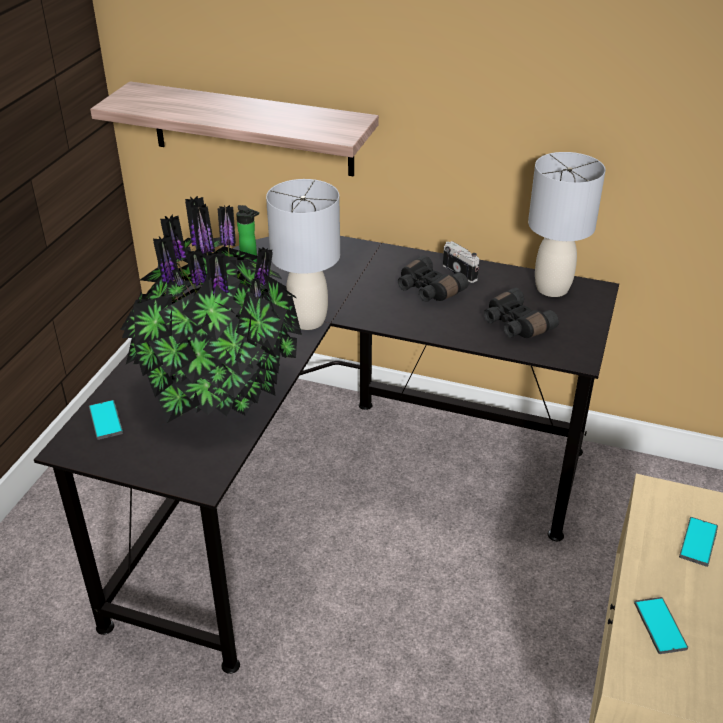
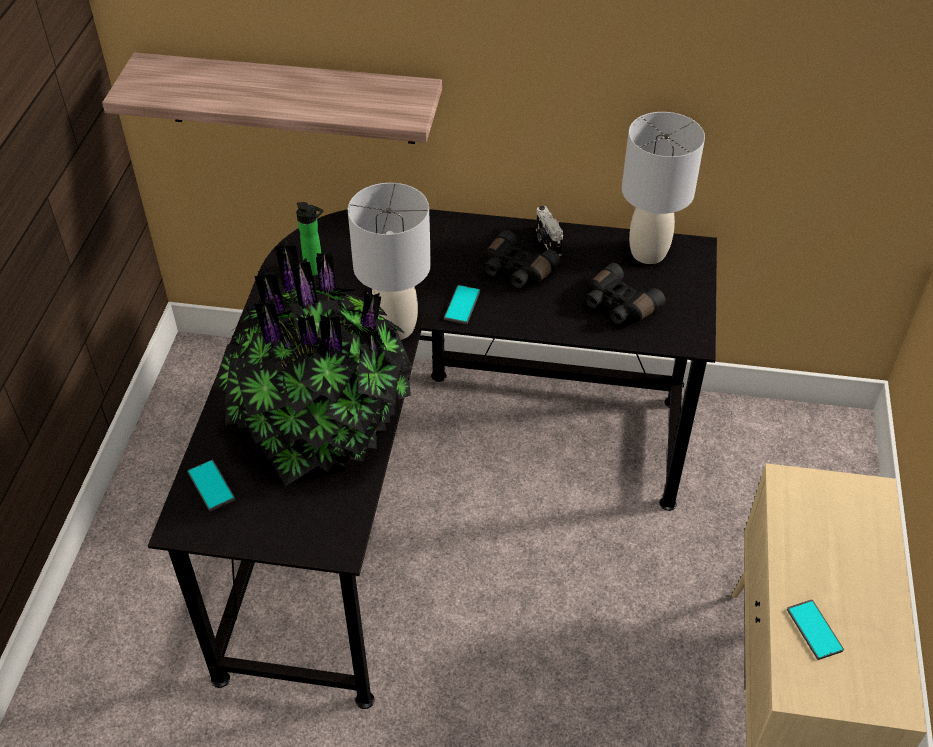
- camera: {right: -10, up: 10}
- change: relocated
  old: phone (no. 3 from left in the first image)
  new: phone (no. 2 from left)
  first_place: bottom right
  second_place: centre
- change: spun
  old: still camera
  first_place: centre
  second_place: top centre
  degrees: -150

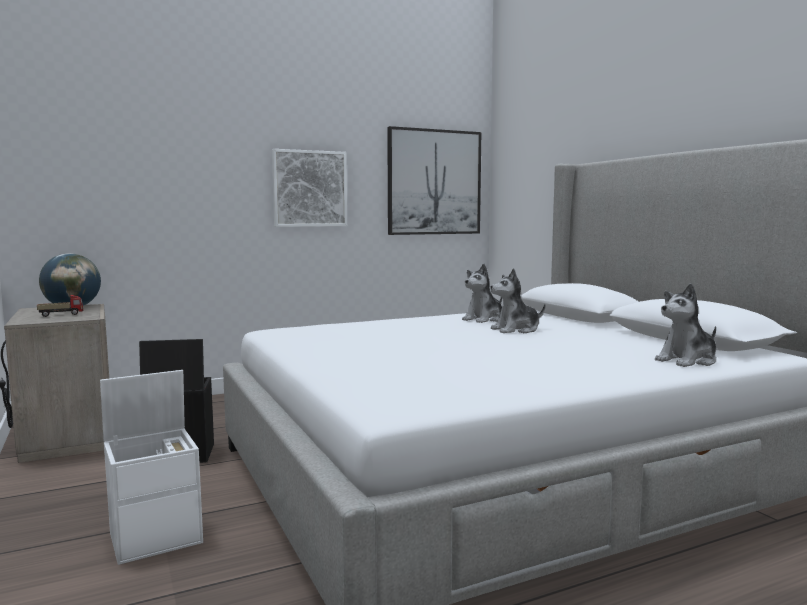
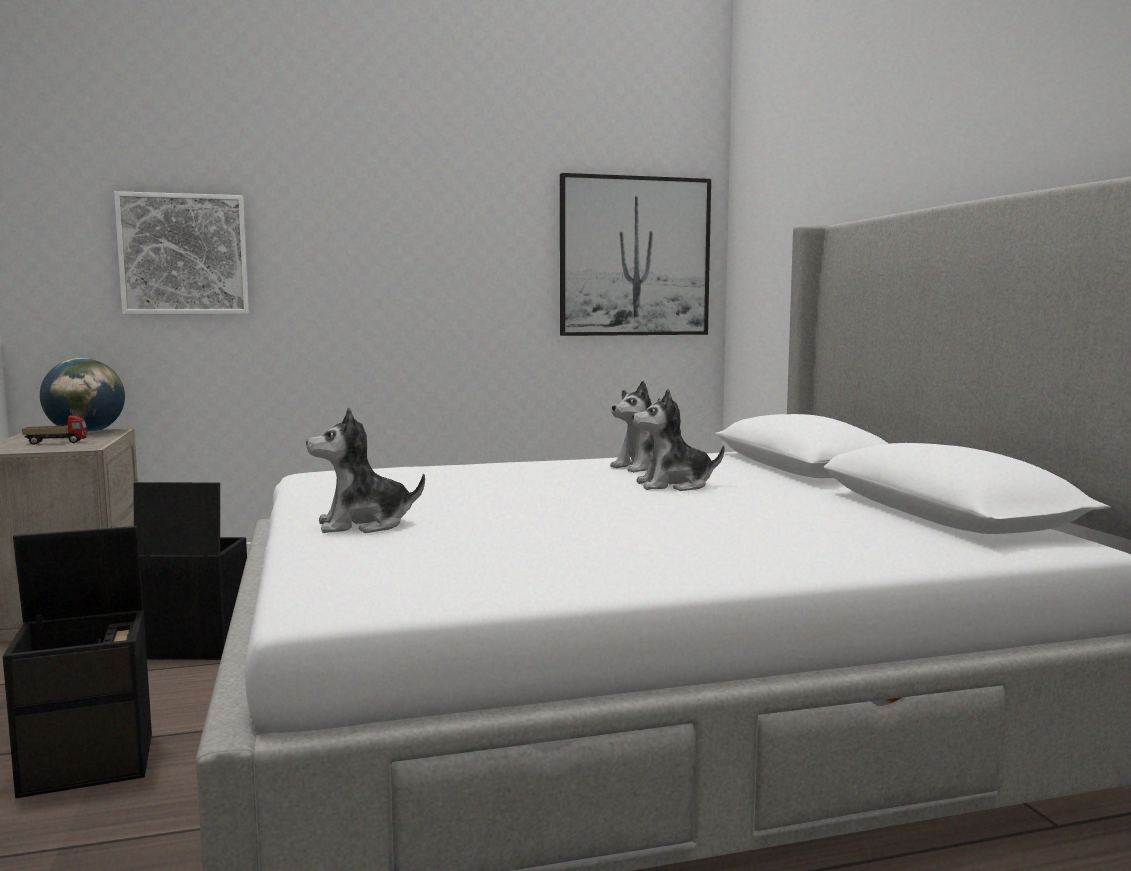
- camera: {right: 10, up: 0}
- change: colour
  old: storage bin (white)
  new: storage bin (blackish) (no. 1 from left)
  first_place: bottom left
  second_place: bottom left
- change: relocated
  old: picture (no. 1 from left)
  first_place: top centre
  second_place: top left
- change: relocated
  old: soft toy (no. 3 from left in the first image)
  new: soft toy (no. 1 from left)
  first_place: middle right
  second_place: middle left

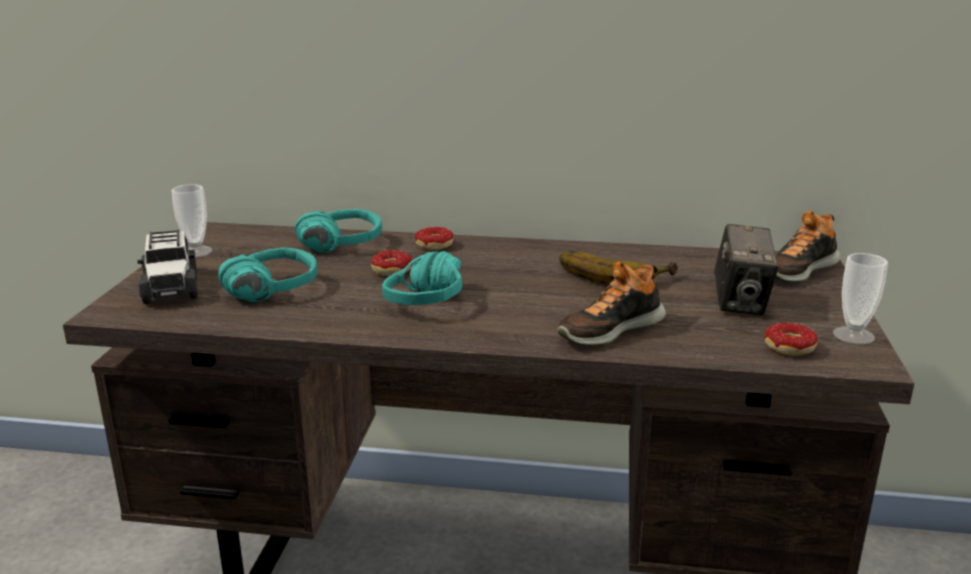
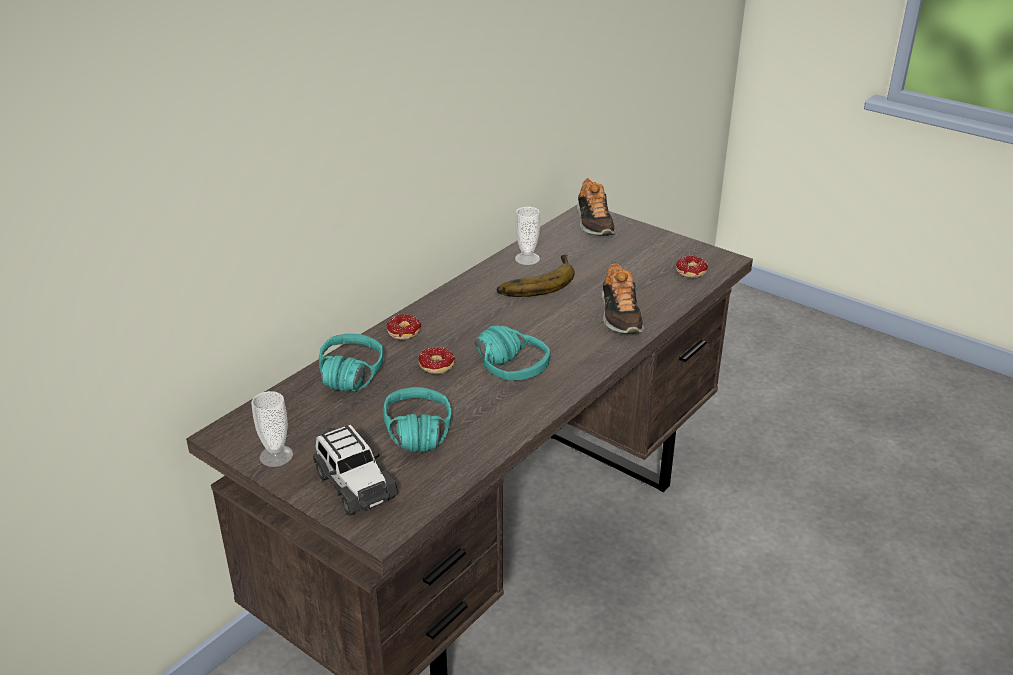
- camera: {right: -60, up: 10}
- change: spun
  old: model car
  first_place: middle left
  second_place: bottom centre
  degrees: 45
- change: relocated
  old: drinking cup (no. 2 from left)
  first_place: middle right
  second_place: centre
- change: missing
  old: still camera
  first_place: middle right

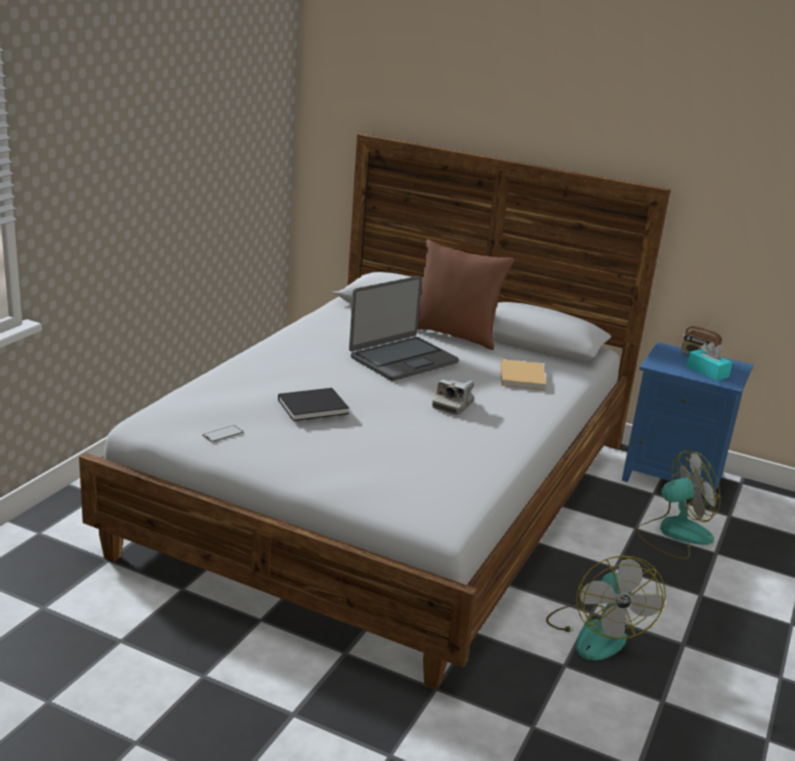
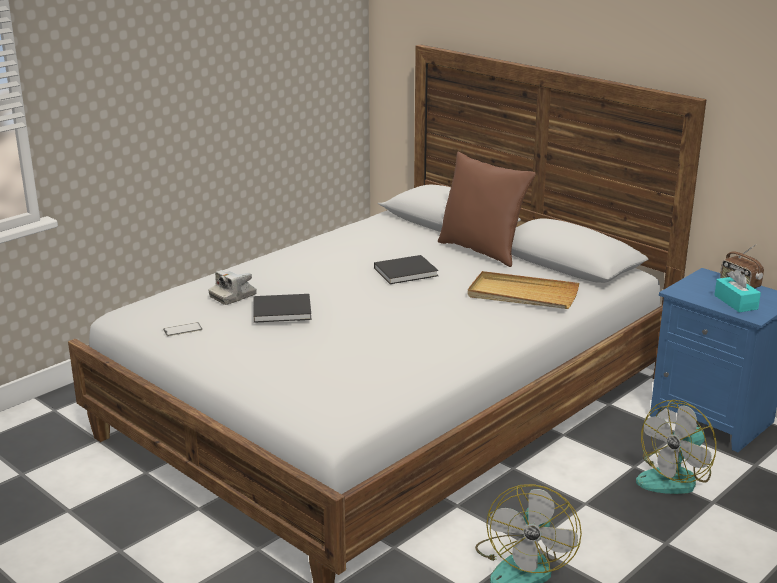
- camera: {right: 20, up: 0}
- change: relocated
  old: still camera
  first_place: centre
  second_place: middle left
- change: exchanged
  old: laptop
  new: bound book (blackish) (no. 2 from left)
  first_place: centre
  second_place: centre
- change: exchanged
  old: bound book (beige-coloured)
  new: carrying tray (beige-coloured)
  first_place: centre
  second_place: middle right
- change: spun
  old: fan (no. 2 from left)
  first_place: middle right
  second_place: bottom right
  degrees: 135

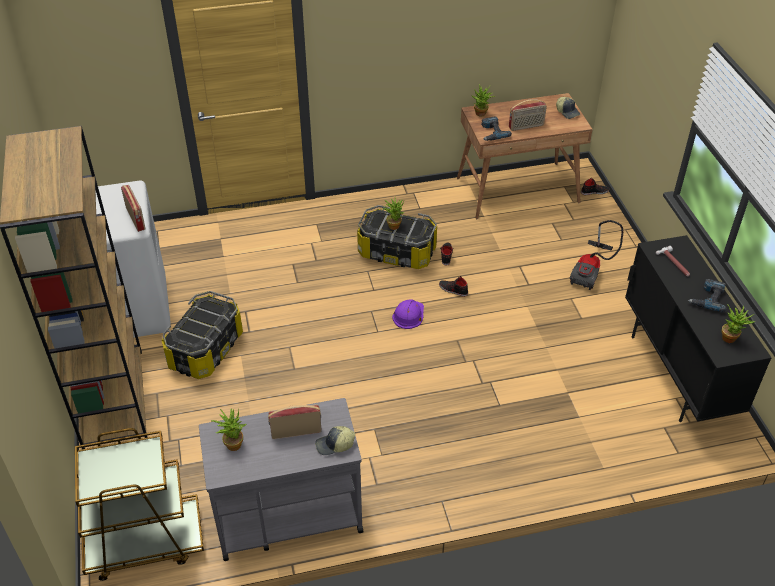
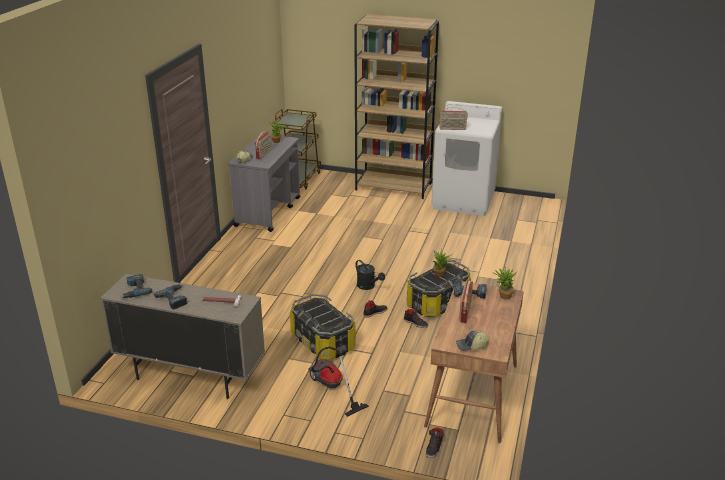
- camera: {right: 120, up: -15}
- change: colour
  old: cabinet (blackish)
  new: cabinet (beige-coloured)
  first_place: middle right
  second_place: bottom left
- change: exchanged
  old: houseplant (no. 4 from left)
  new: power drill (no. 1 from left)
  first_place: middle right
  second_place: middle left
- change: relocated
  old: storage bin (no. 1 from left)
  first_place: middle left
  second_place: bottom centre
- change: exchanged
  old: safety helmet (purplish)
  new: watering can (blackish)
  first_place: centre
  second_place: centre

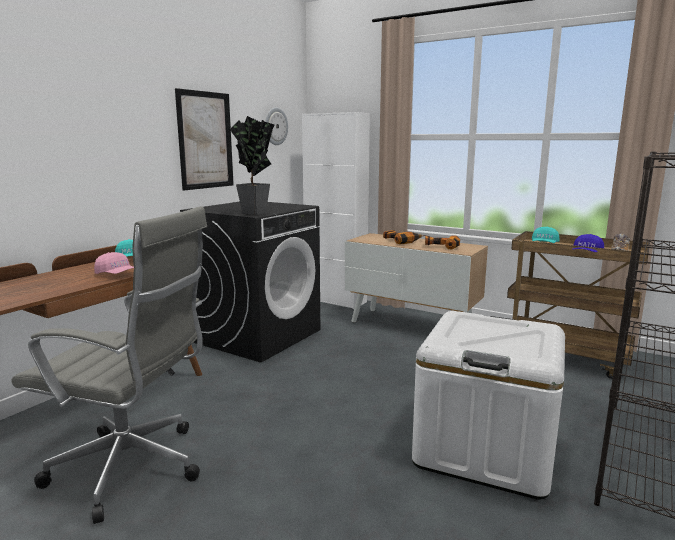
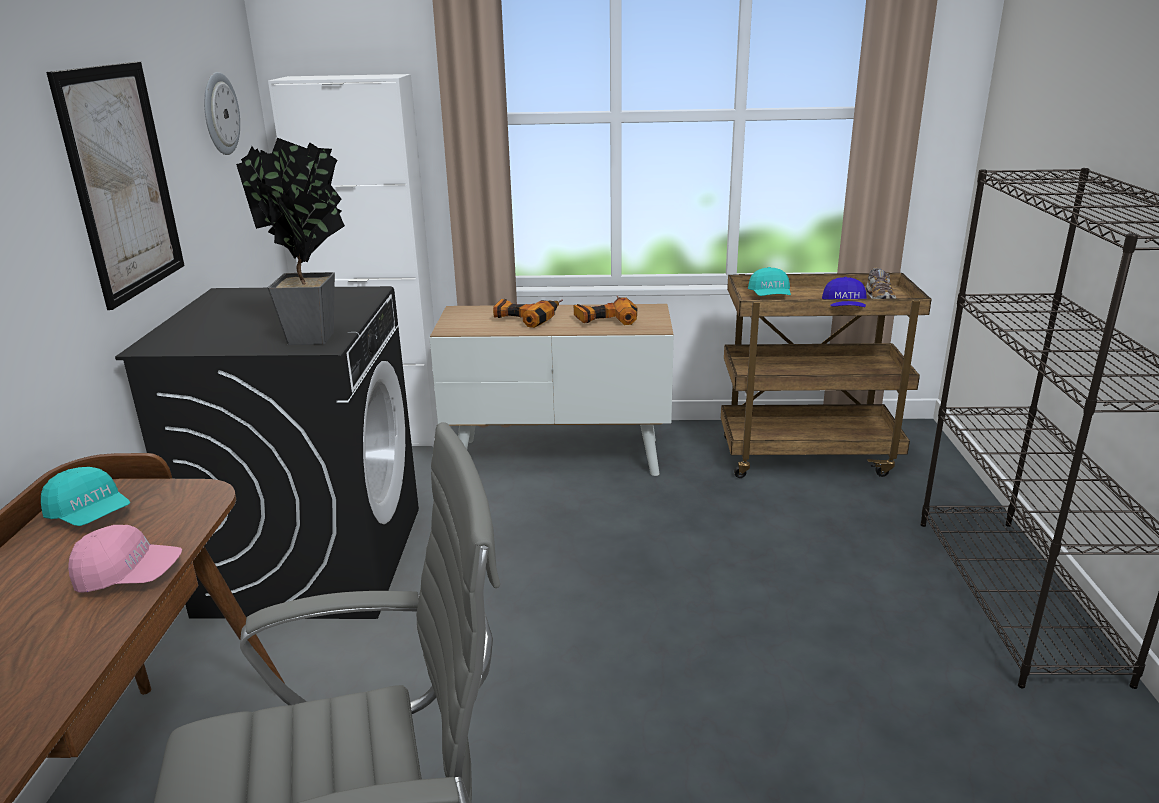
- camera: {right: -30, up: 10}
- change: missing
  old: storage bin (white)
  first_place: bottom right

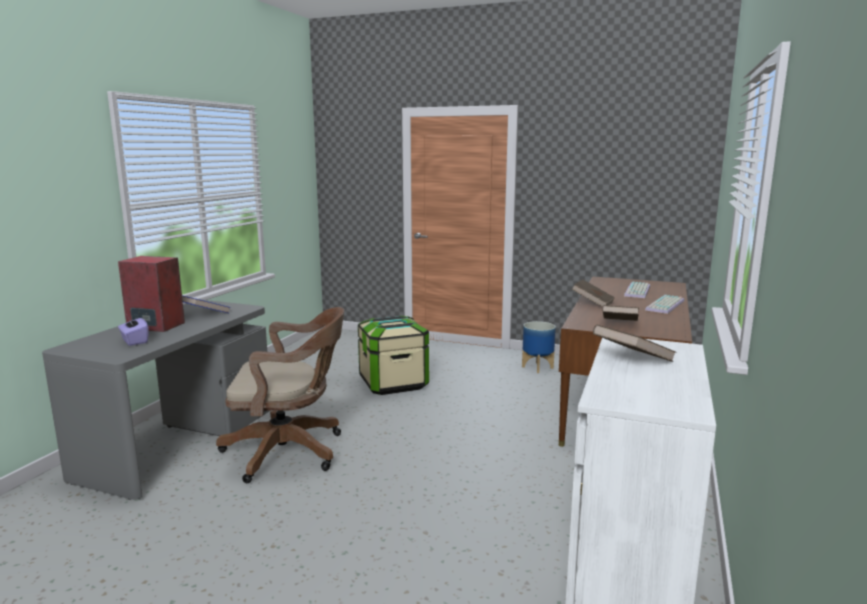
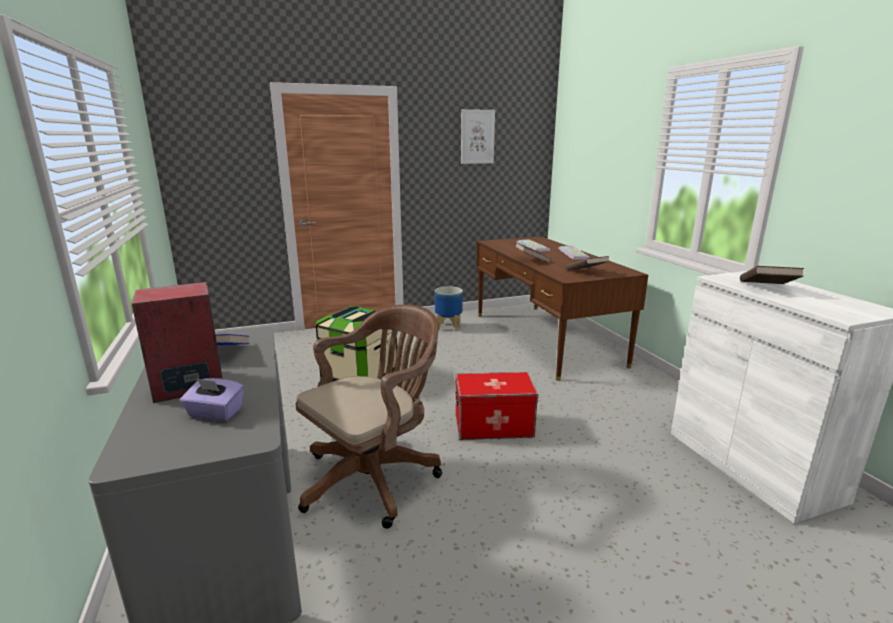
- camera: {right: -40, up: 5}
- change: appeared
  new: storage bin (no. 2 from left)
  second_place: centre
- change: appeared
  new: picture
  second_place: top centre

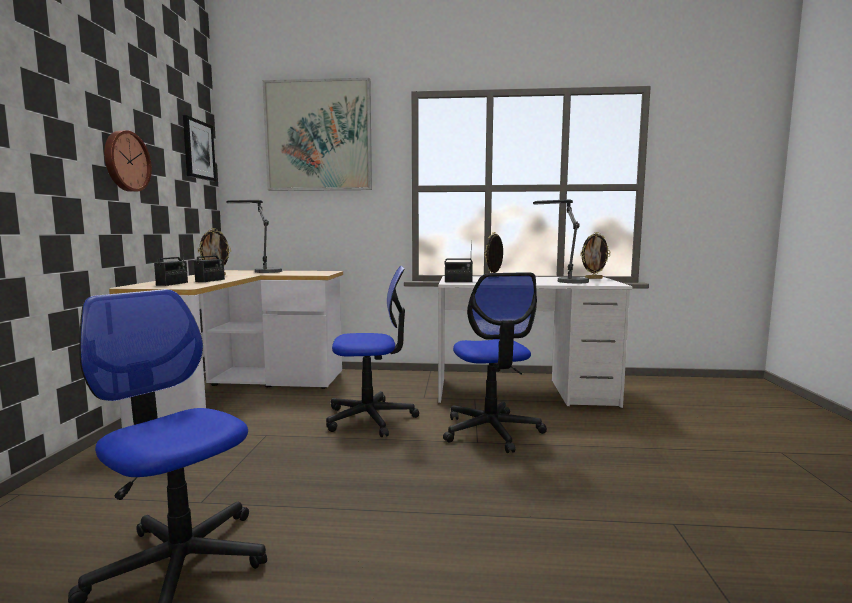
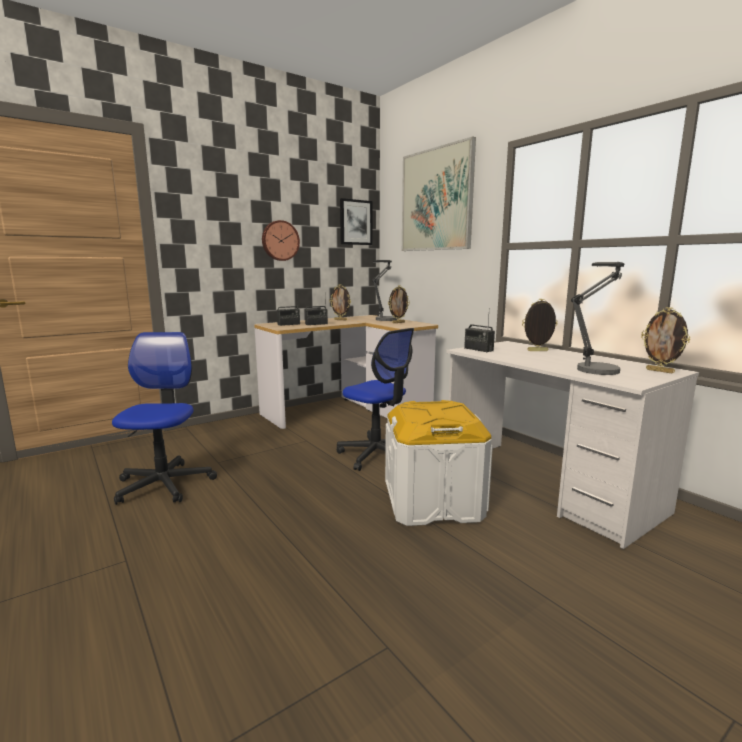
- camera: {right: 50, up: 5}
- change: exchanged
  old: office chair (no. 3 from left)
  new: storage bin (white)
  first_place: centre
  second_place: centre
- change: appeared
  new: picture frame (no. 2 from left)
  second_place: centre

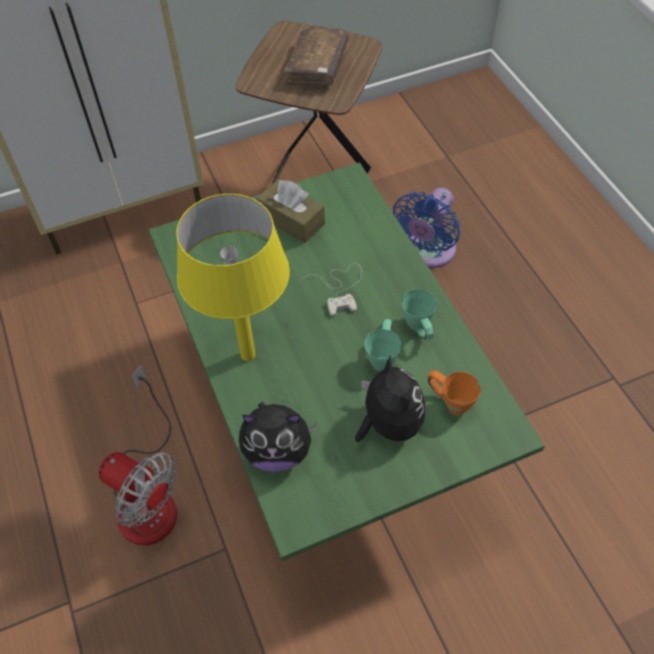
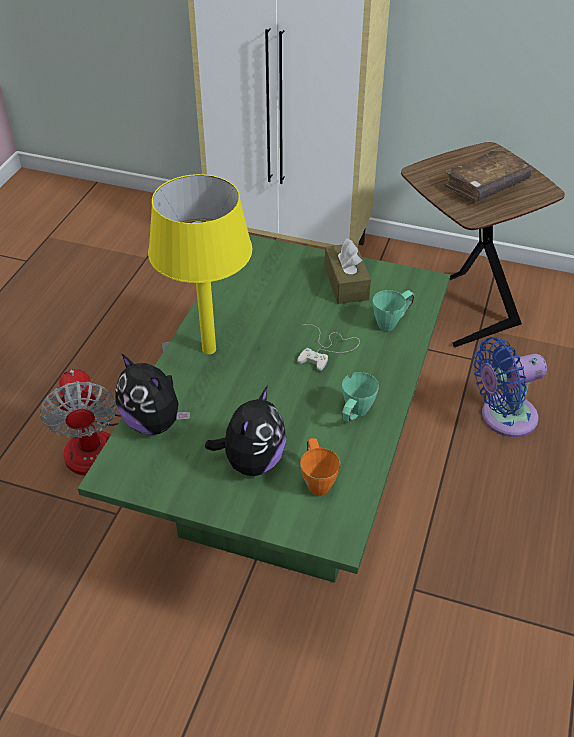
- camera: {right: 40, up: -10}
- change: relocated
  old: coffee mug (green-coloured) (no. 1 from left in the first image)
  new: coffee mug (green-coloured) (no. 2 from left)
  first_place: centre
  second_place: middle right

